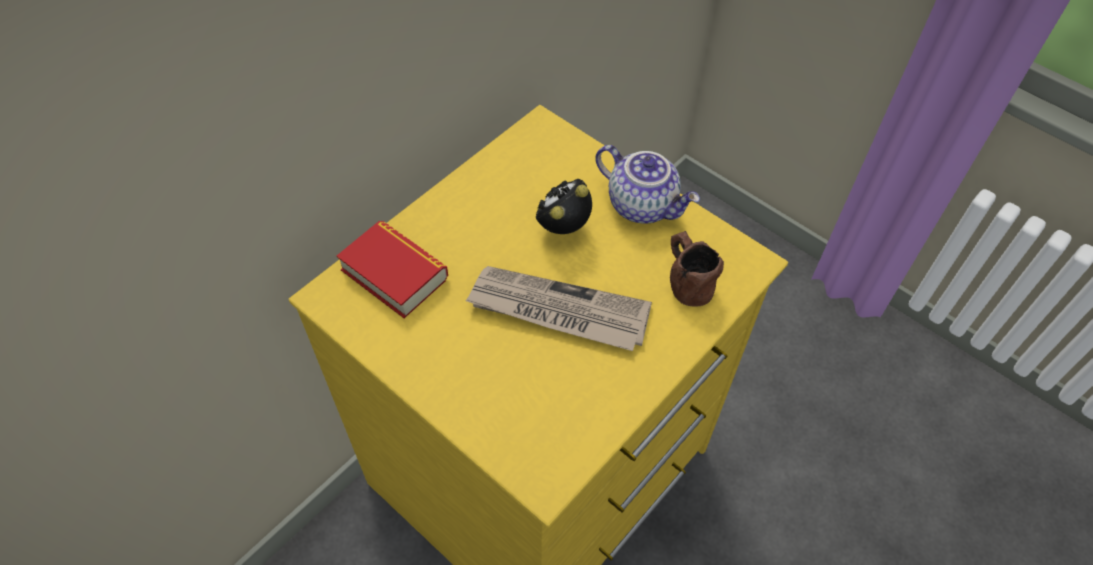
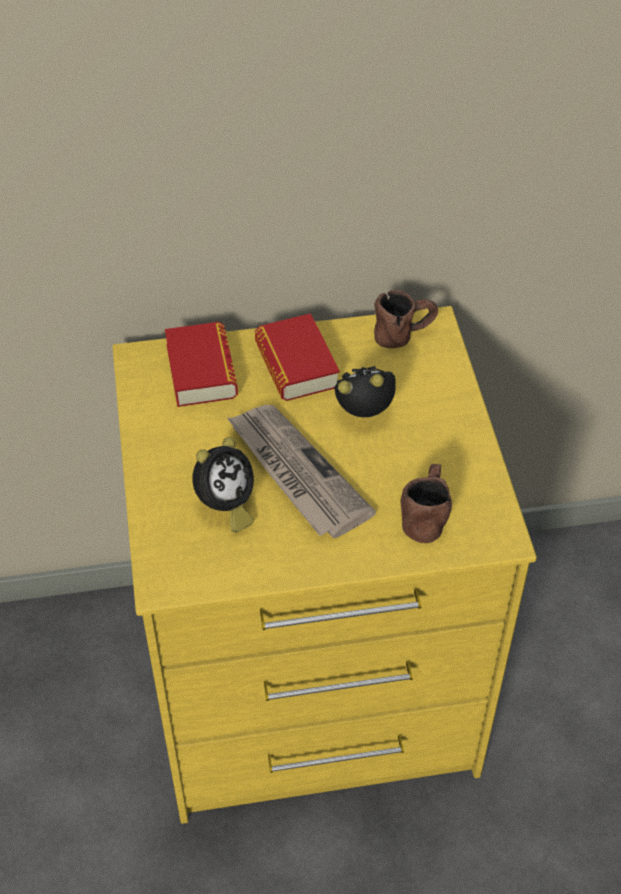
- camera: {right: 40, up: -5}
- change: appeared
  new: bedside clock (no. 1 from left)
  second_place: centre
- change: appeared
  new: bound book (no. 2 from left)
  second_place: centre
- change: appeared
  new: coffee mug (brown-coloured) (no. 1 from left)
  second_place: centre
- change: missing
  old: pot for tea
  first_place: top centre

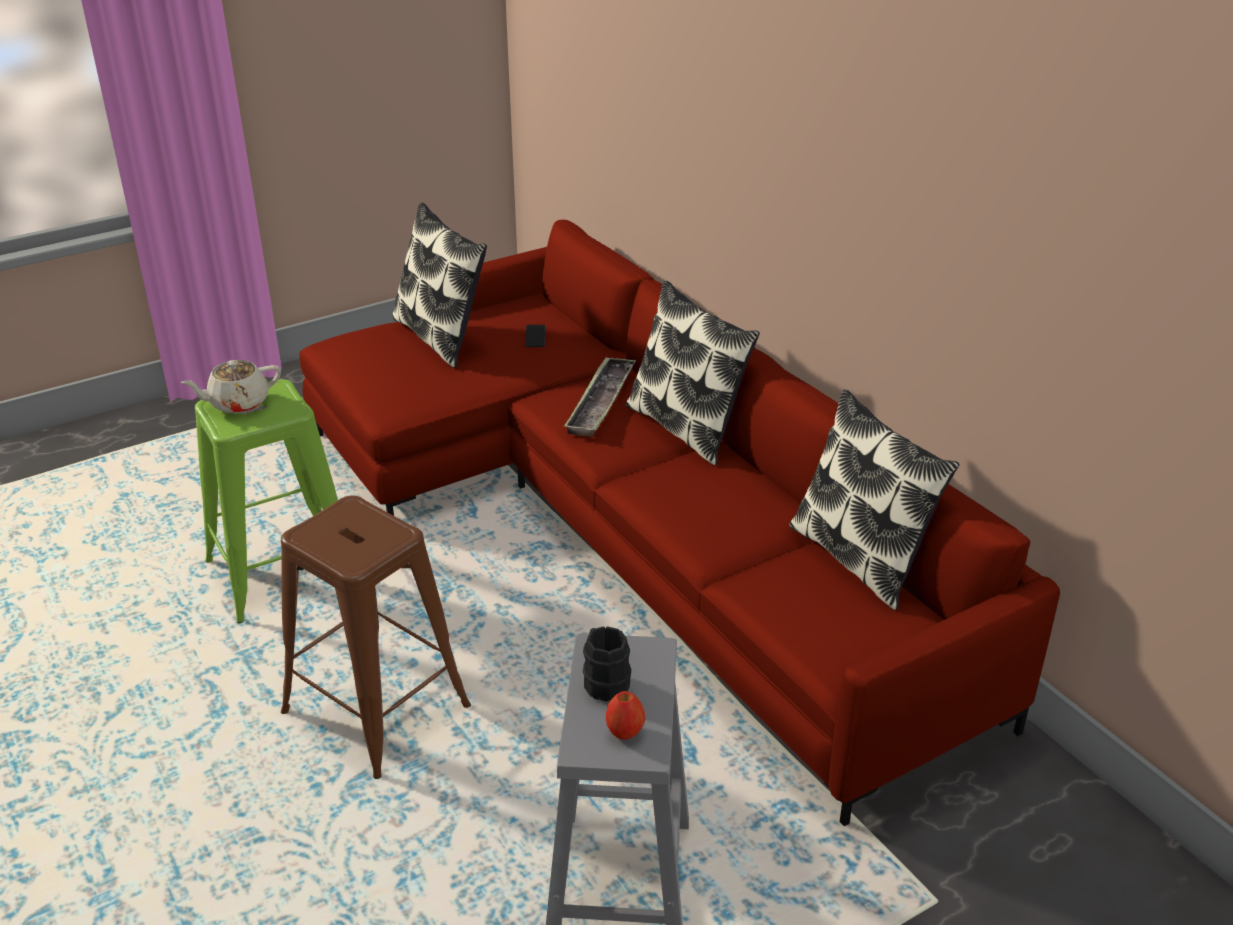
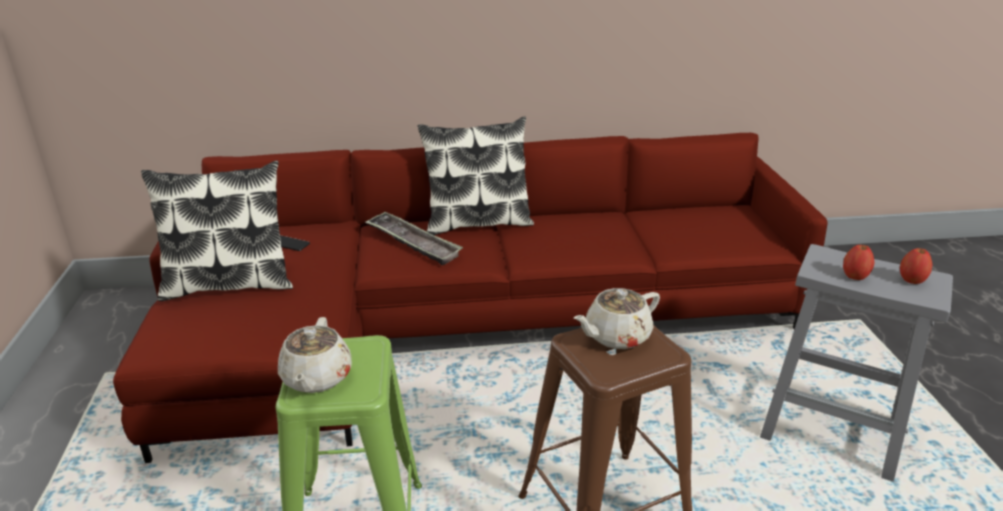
- camera: {right: -65, up: -5}
- change: appeared
  new: pot for tea (beige-coloured) (no. 2 from left)
  second_place: centre
- change: exchanged
  old: coffee mug (blackish)
  new: apple fruit (no. 1 from left)
  first_place: bottom centre
  second_place: middle right
- change: missing
  old: throw pillow (no. 3 from left)
  first_place: middle right

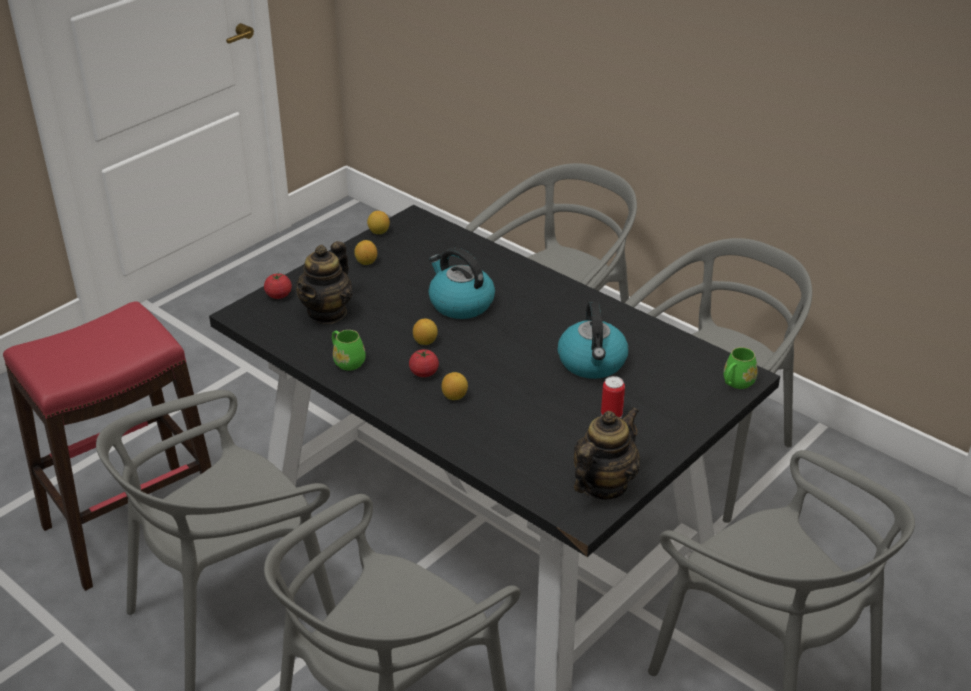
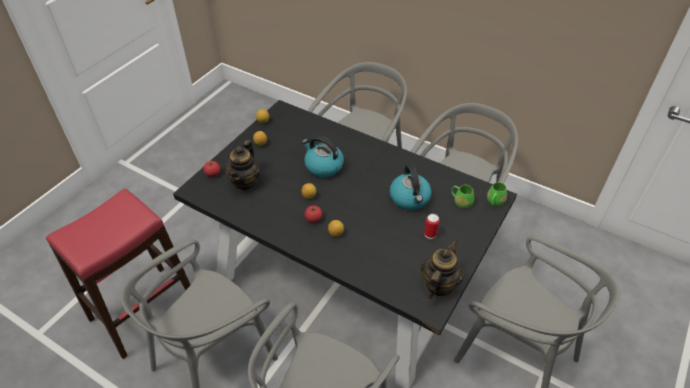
- camera: {right: -10, up: 10}
- change: relocated
  old: coffee mug (green-coloured) (no. 1 from left)
  first_place: centre
  second_place: middle right

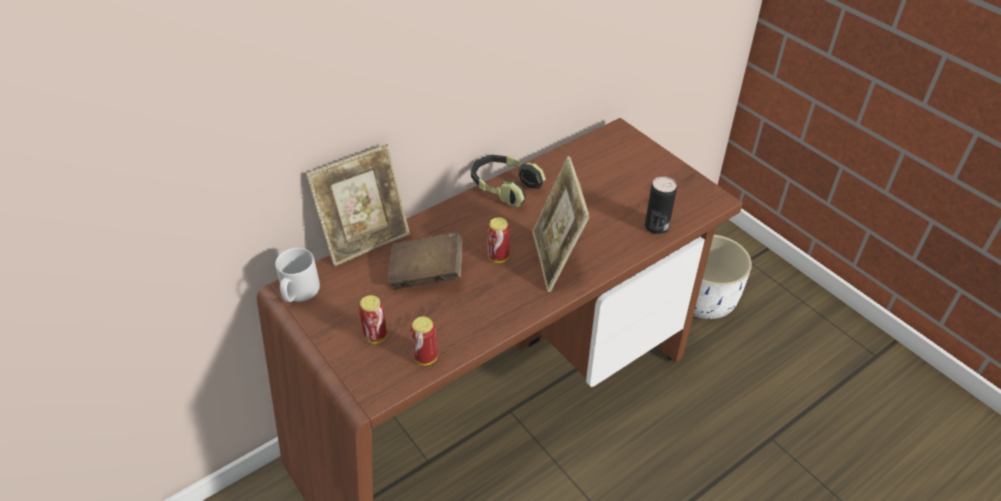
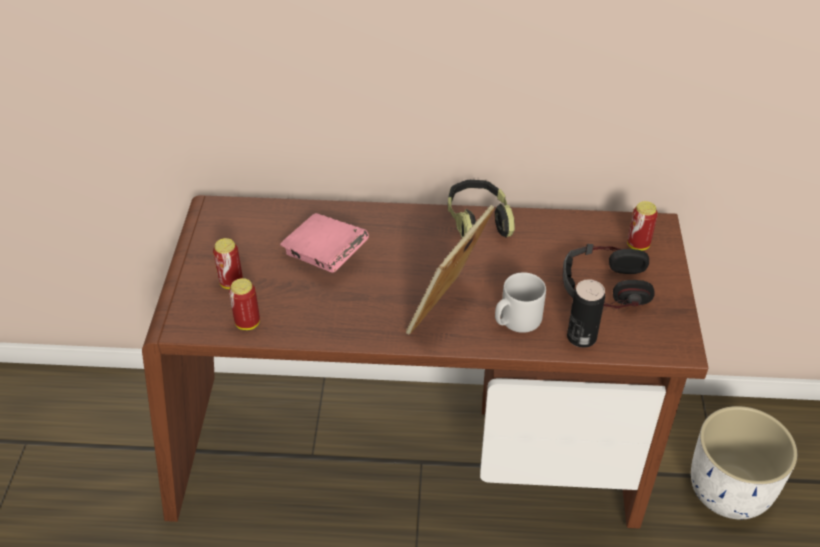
- camera: {right: 40, up: 0}
- change: colour
  old: bound book (brown-coloured)
  new: bound book (pink-coloured)
  first_place: centre
  second_place: centre
- change: relocated
  old: coffee mug (grey)
  first_place: middle left
  second_place: centre
- change: appeared
  new: headphones (no. 2 from left)
  second_place: middle right
- change: relocated
  old: sealed can (no. 3 from left in the first image)
  new: sealed can (no. 4 from left)
  first_place: centre
  second_place: middle right
- change: missing
  old: picture frame (no. 1 from left)
  first_place: centre

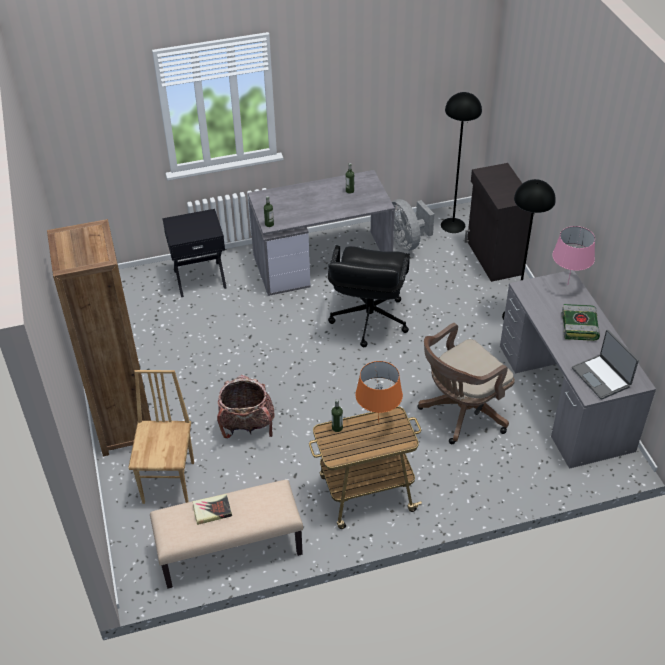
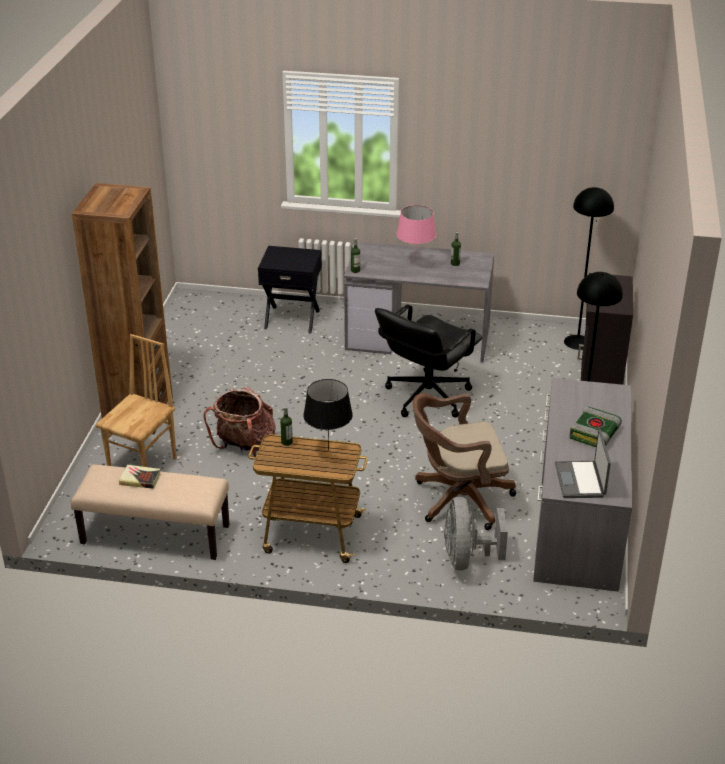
- camera: {right: 25, up: -10}
- change: colour
  old: table lamp (orangey)
  new: table lamp (blackish)
  first_place: centre
  second_place: centre
- change: relocated
  old: table lamp (pink-coloured)
  first_place: middle right
  second_place: top centre
- change: relocated
  old: fan (grey)
  first_place: centre
  second_place: bottom centre

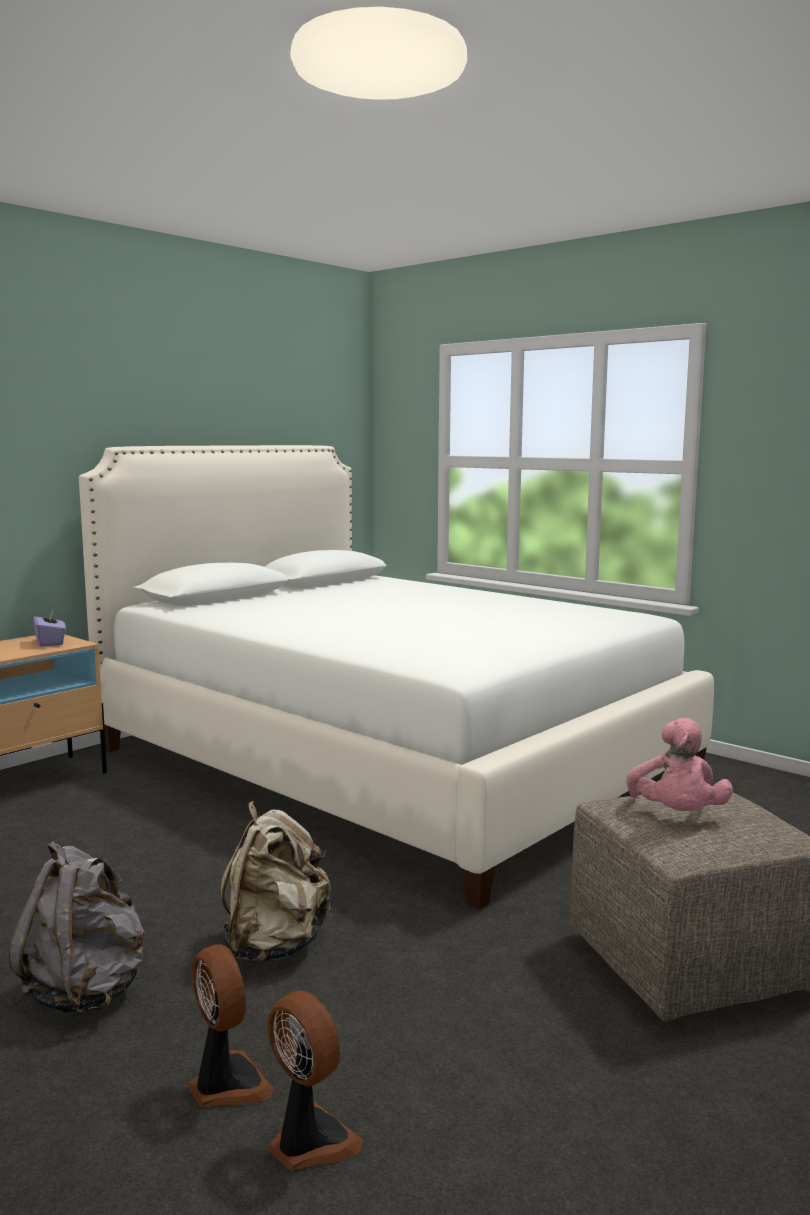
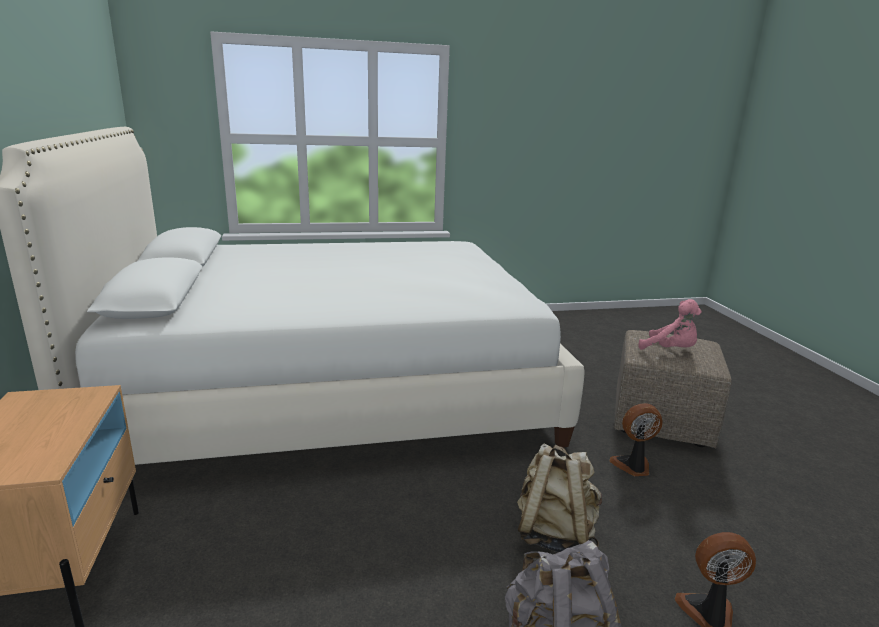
- camera: {right: -55, up: 10}
- change: relocated
  old: fan (no. 2 from left in the first image)
  new: fan (no. 1 from left)
  first_place: bottom centre
  second_place: bottom right
- change: missing
  old: box of tissues (purplish)
  first_place: middle left

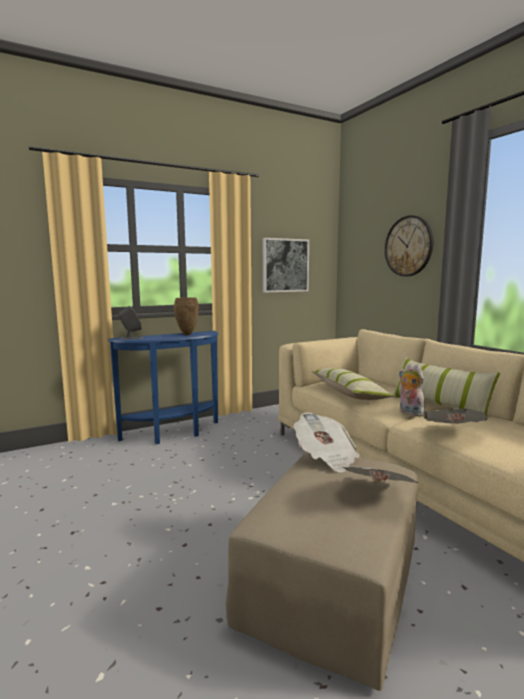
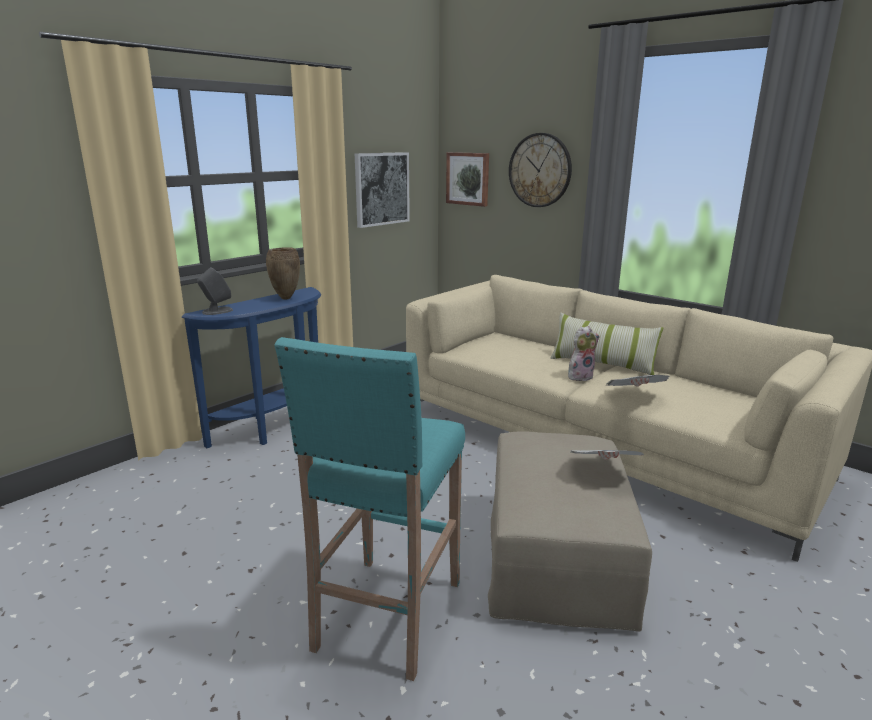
- camera: {right: -20, up: 10}
- change: appeared
  new: stool (blue-green)
  second_place: bottom centre
- change: appeared
  new: picture (no. 2 from left)
  second_place: top centre
- change: spun
  old: soft toy
  first_place: middle right
  second_place: middle right
  degrees: 120
- change: missing
  old: daily paper (no. 1 from left)
  first_place: centre
- change: missing
  old: throw pillow (no. 1 from left)
  first_place: middle right

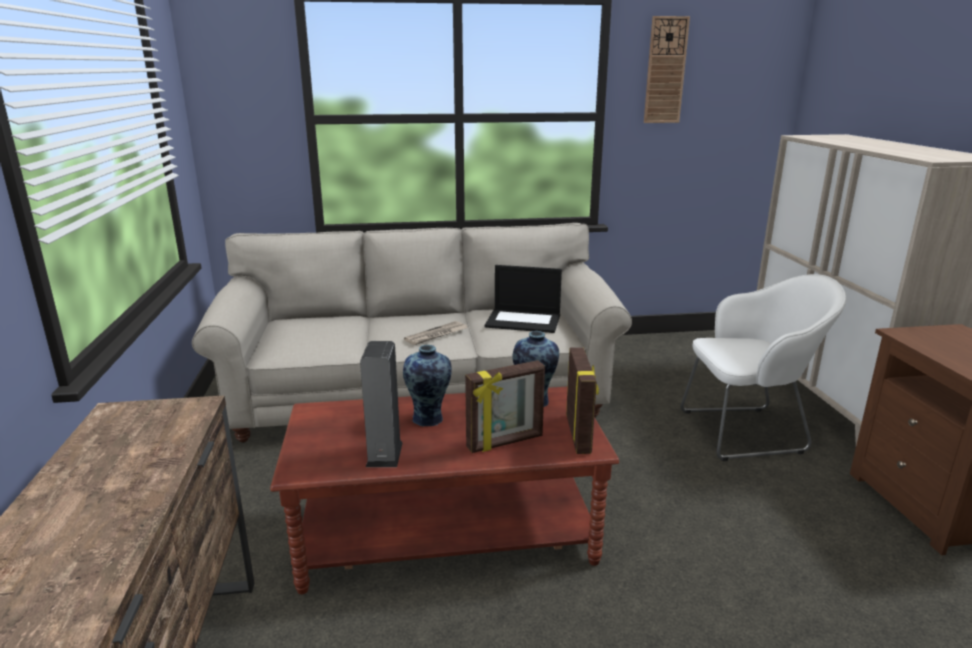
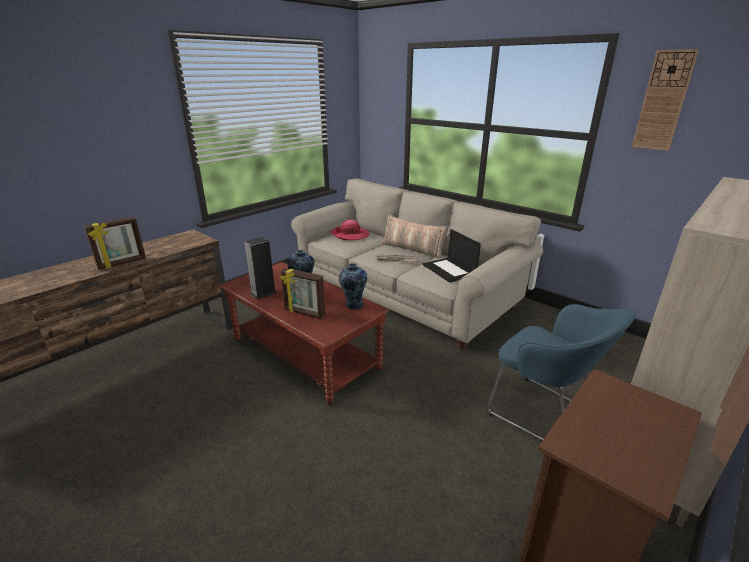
- camera: {right: 50, up: 5}
- change: relocated
  old: picture frame (no. 2 from left in the first image)
  new: picture frame (no. 1 from left)
  first_place: centre
  second_place: middle left
- change: appeared
  new: clothing hat
  second_place: centre
- change: appeared
  new: throw pillow
  second_place: centre
- change: colour
  old: easy chair (white)
  new: easy chair (blue-coloured)
  first_place: middle right
  second_place: middle right

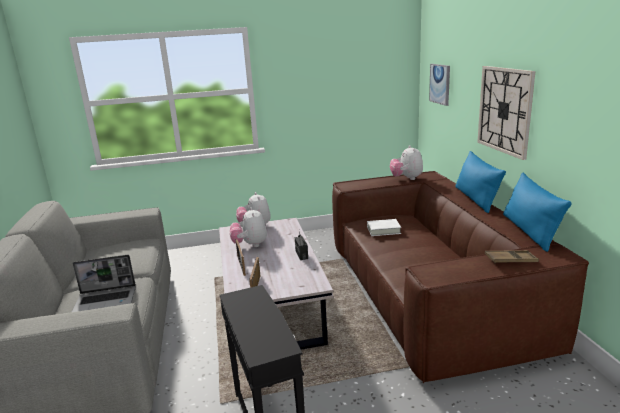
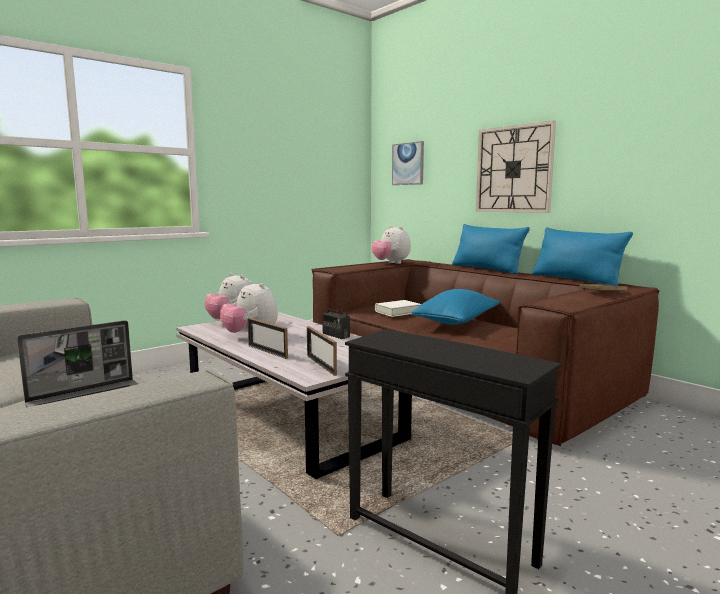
- camera: {right: -30, up: -10}
- change: appeared
  new: throw pillow (blue-coloured) (no. 1 from left)
  second_place: centre

